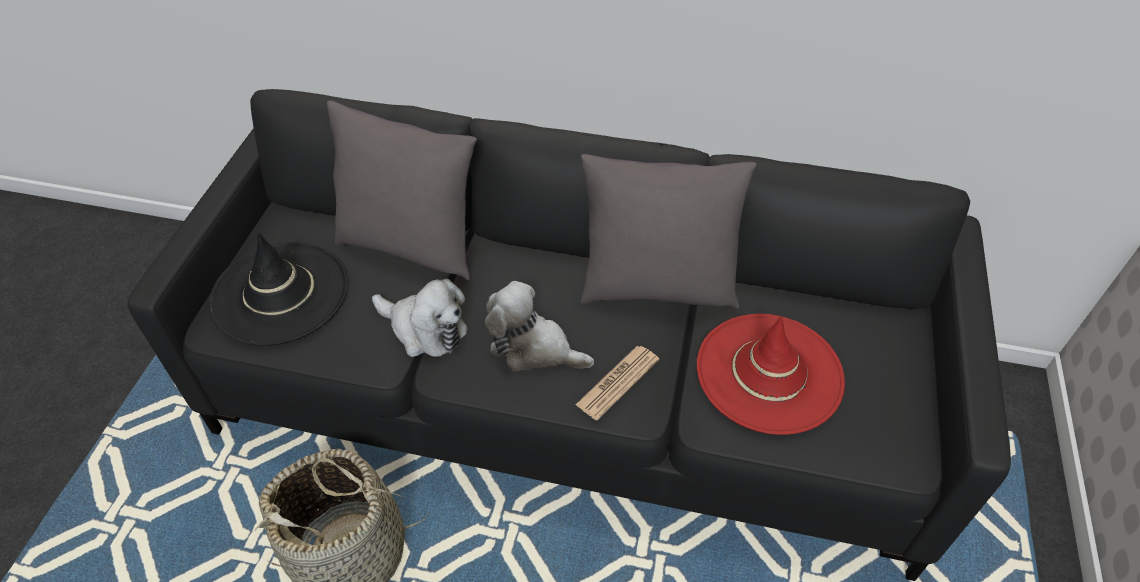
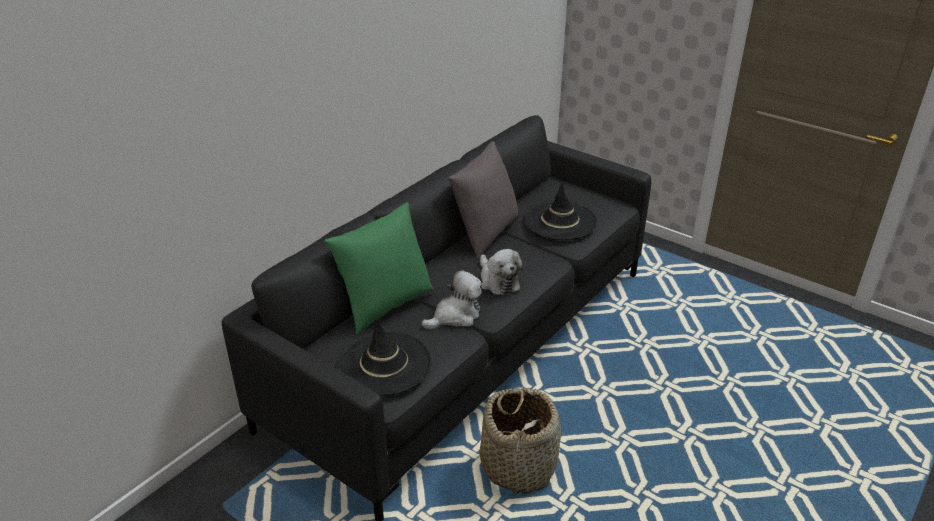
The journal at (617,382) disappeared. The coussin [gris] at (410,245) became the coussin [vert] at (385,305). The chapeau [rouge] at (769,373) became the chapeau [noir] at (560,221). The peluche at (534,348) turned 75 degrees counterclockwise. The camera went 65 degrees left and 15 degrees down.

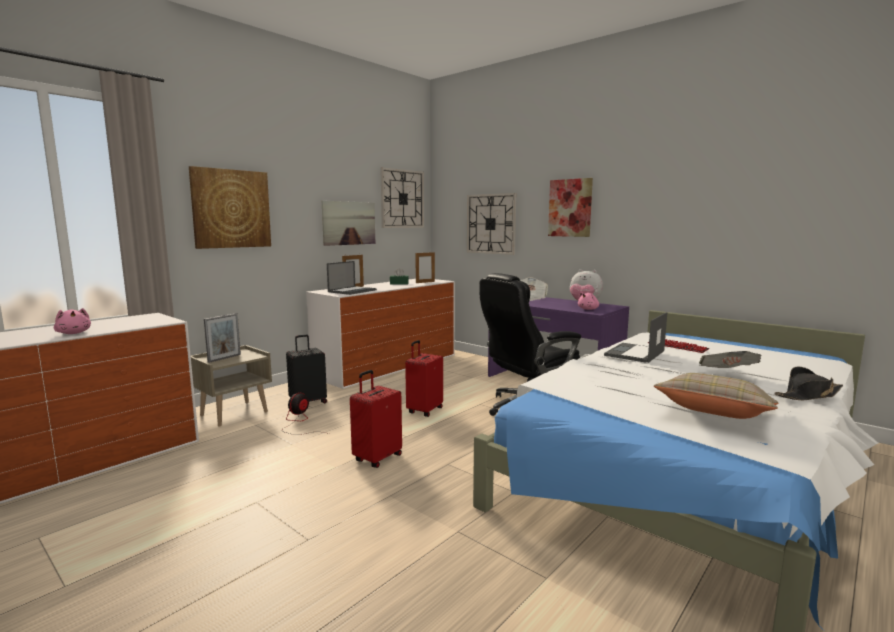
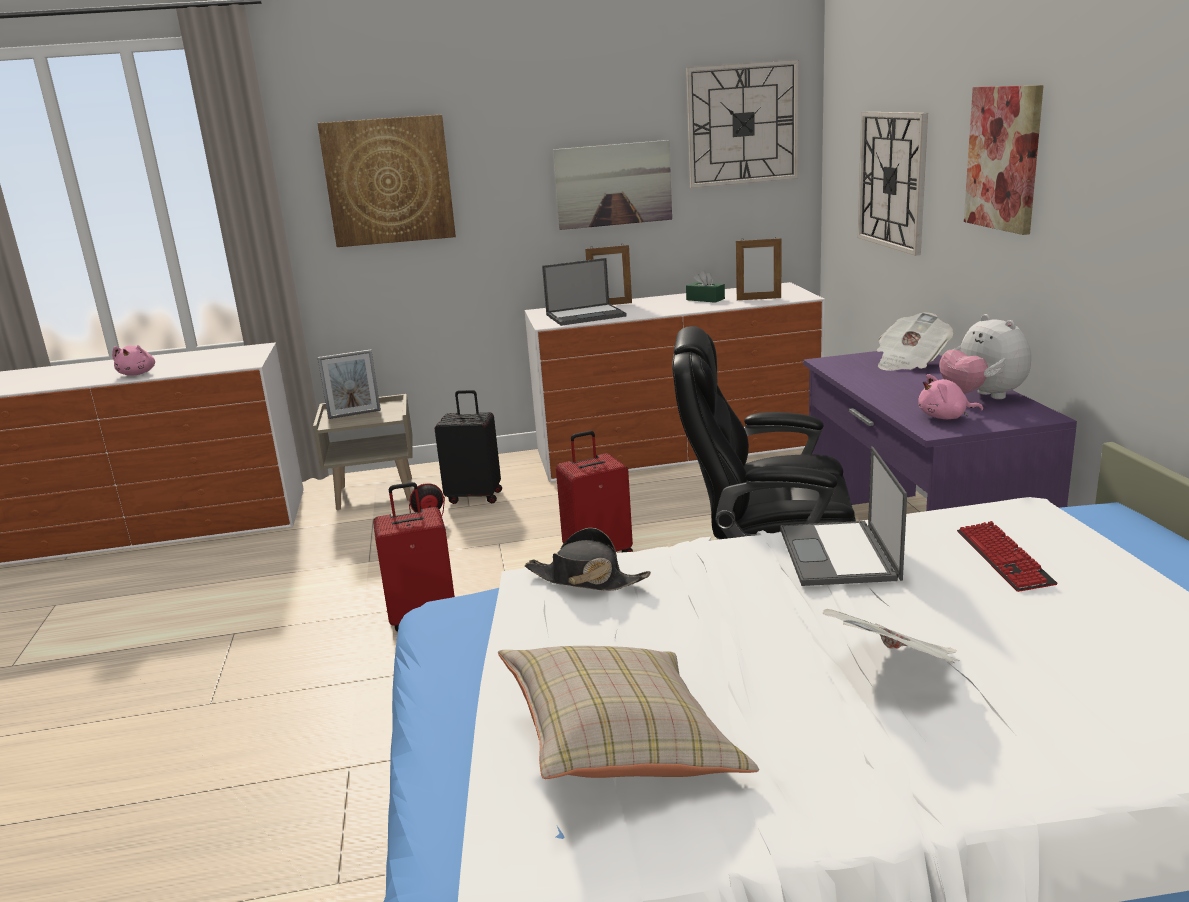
The chapeau [noir] moved from (808,395) to (586,579). The ordinateur portable at (634,353) turned 75 degrees counterclockwise. The camera went 40 degrees right and 10 degrees up.

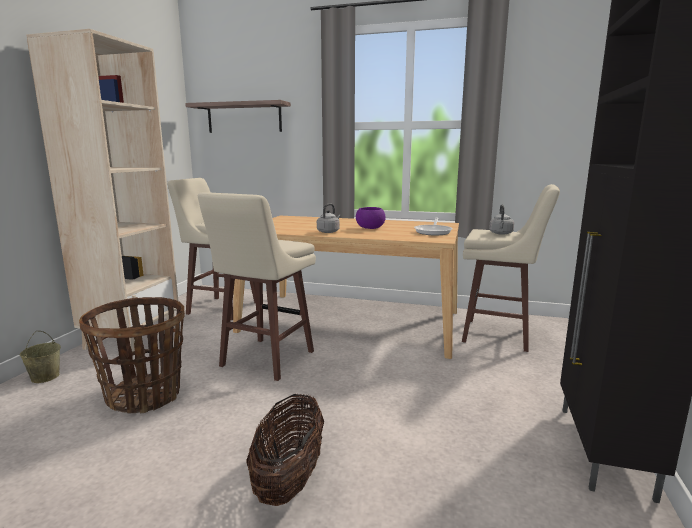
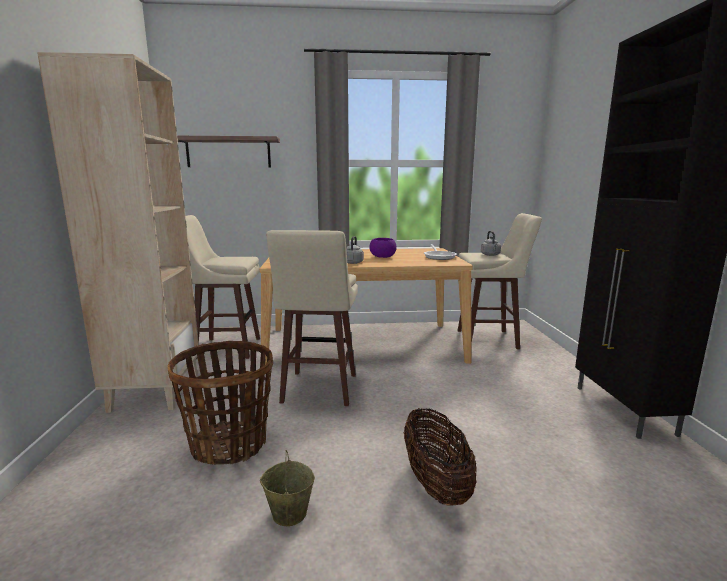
The seau [beige] moved from (45,377) to (288,513). The camera went 20 degrees left and 0 degrees up.

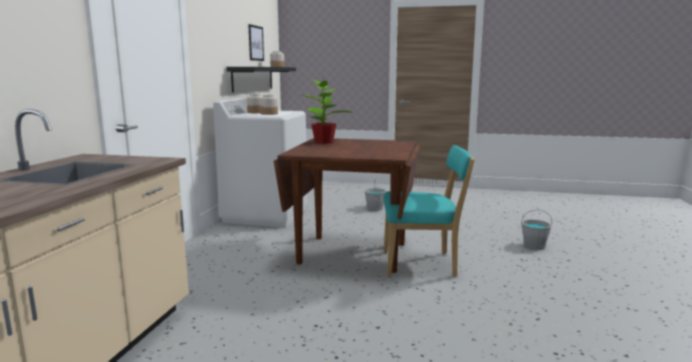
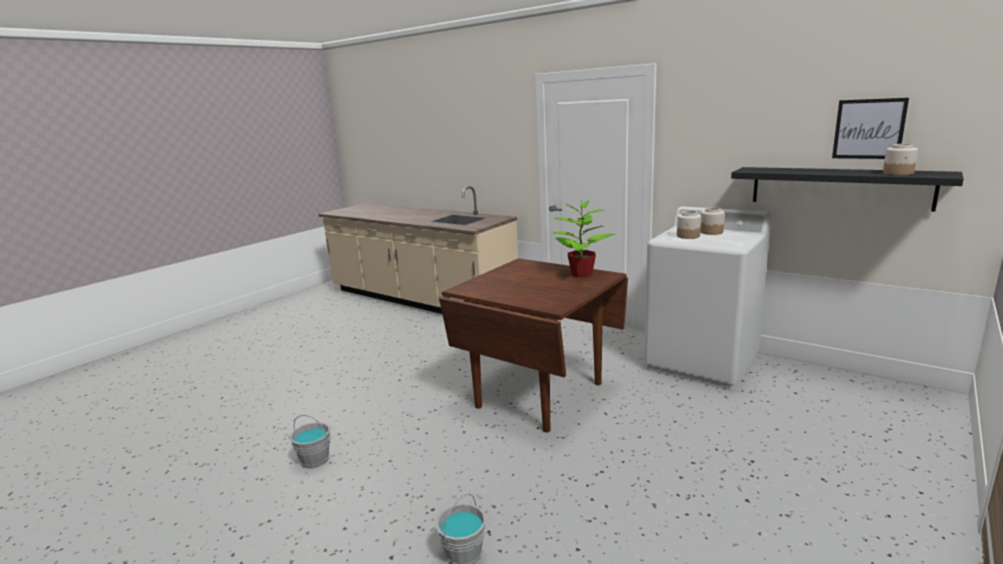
The chaise [turquoise] at (423,264) disappeared. The seau [gris] moved from (375,208) to (314,460). The camera went 115 degrees right and 5 degrees up.

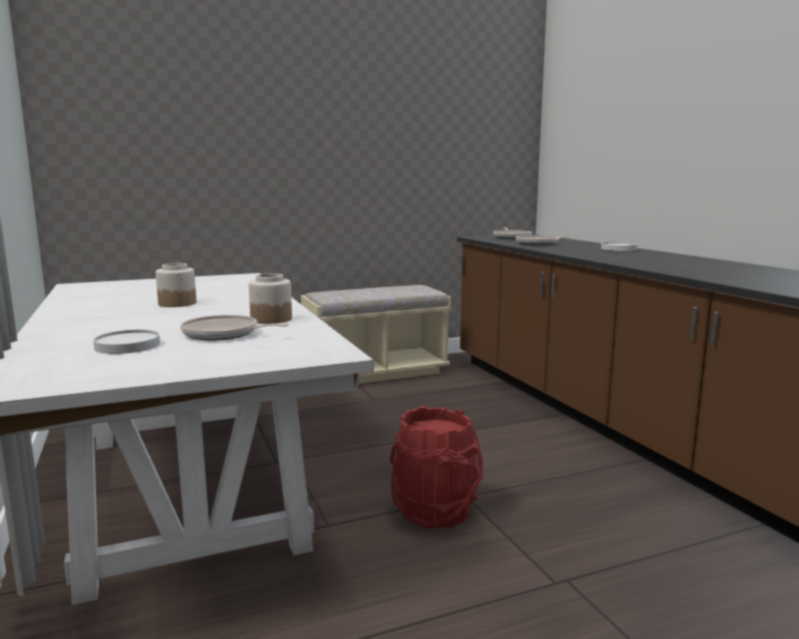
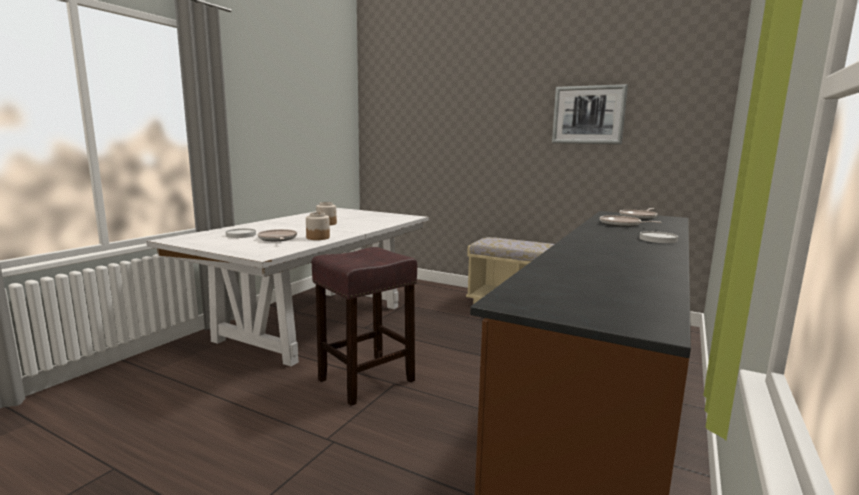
The tableau at (588,115) appeared. The seau [rouge] at (435,511) was replaced by the tabouret [marron] at (365,381). The camera went 50 degrees right and 0 degrees up.

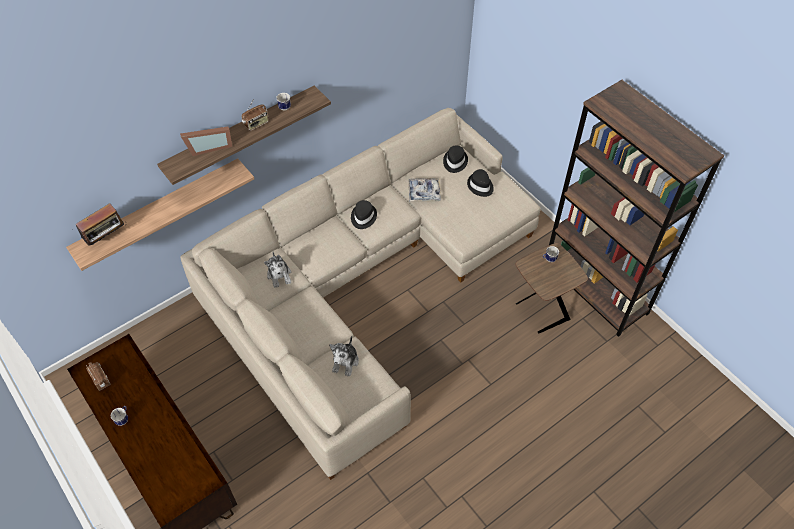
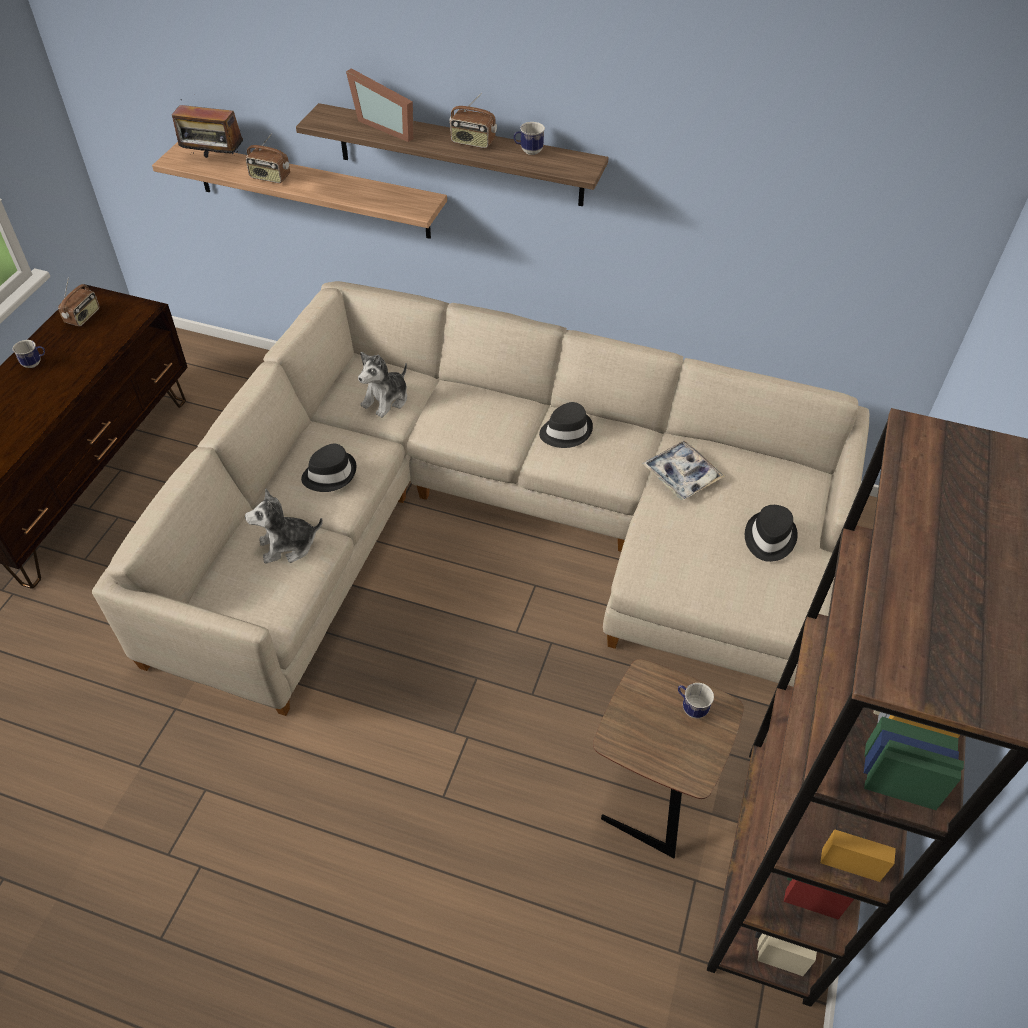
The radio at (270,177) appeared. The chapeau [noir] moved from (454,162) to (330,474). The camera went 55 degrees right and 5 degrees down.

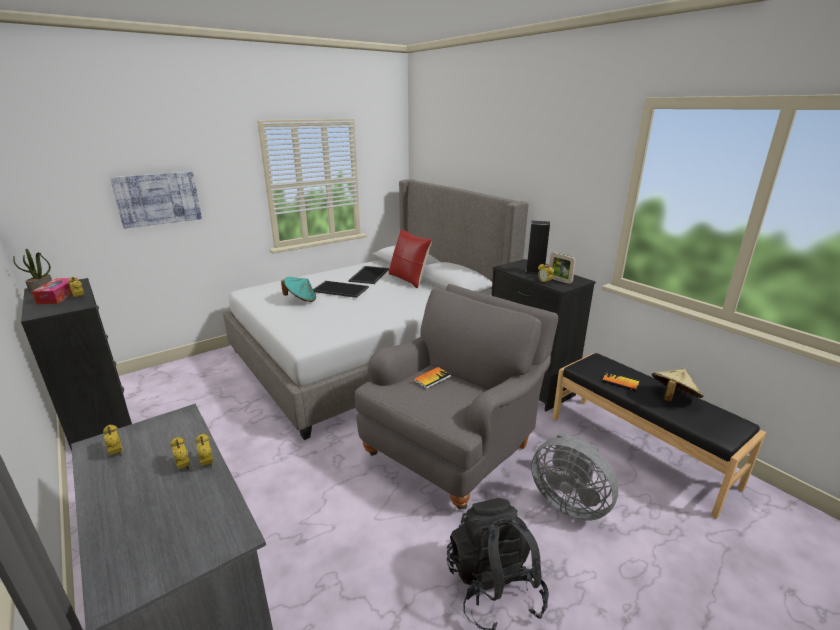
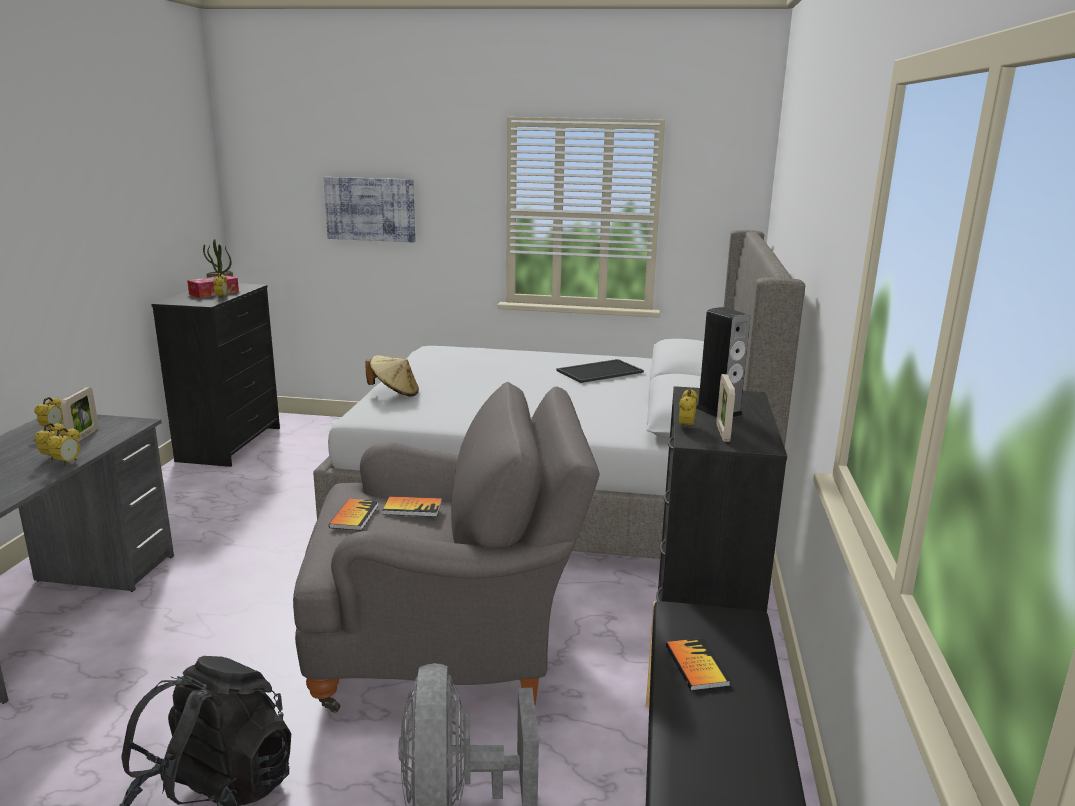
The chapeau [turquoise] at (301,300) disappeared. The plateau at (339,289) disappeared. The coussin [rouge] at (409,279) disappeared. The cadre photo at (84,436) appeared. The livre at (354,516) appeared. The chapeau [beige] moved from (672,398) to (394,393). The camera went 45 degrees right and 5 degrees down.

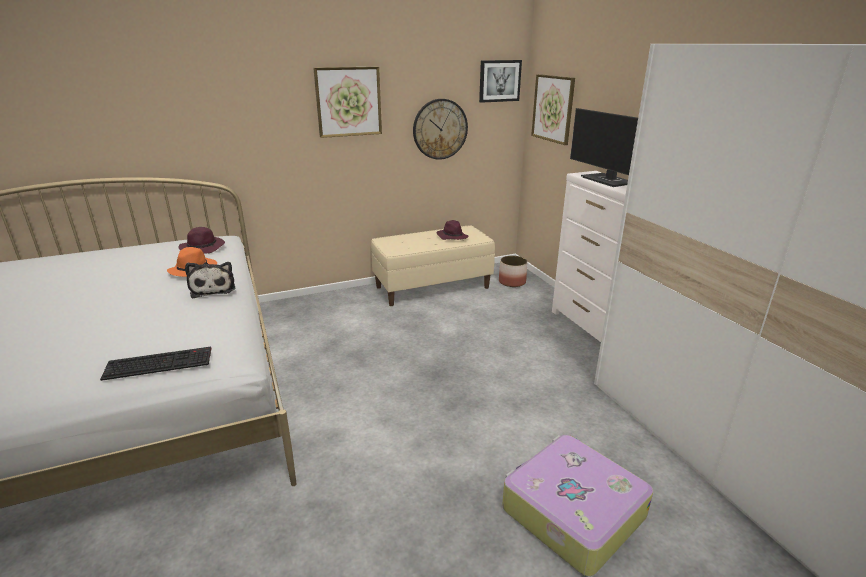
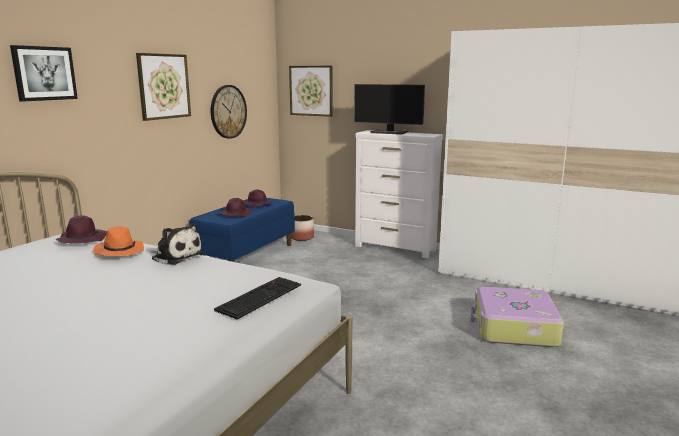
The chapeau [violet] at (236,214) appeared. The tableau moved from (499,81) to (44,73). The banc [beige] at (432,287) became the banc [bleu] at (246,255). The camera went 40 degrees left and 10 degrees down.

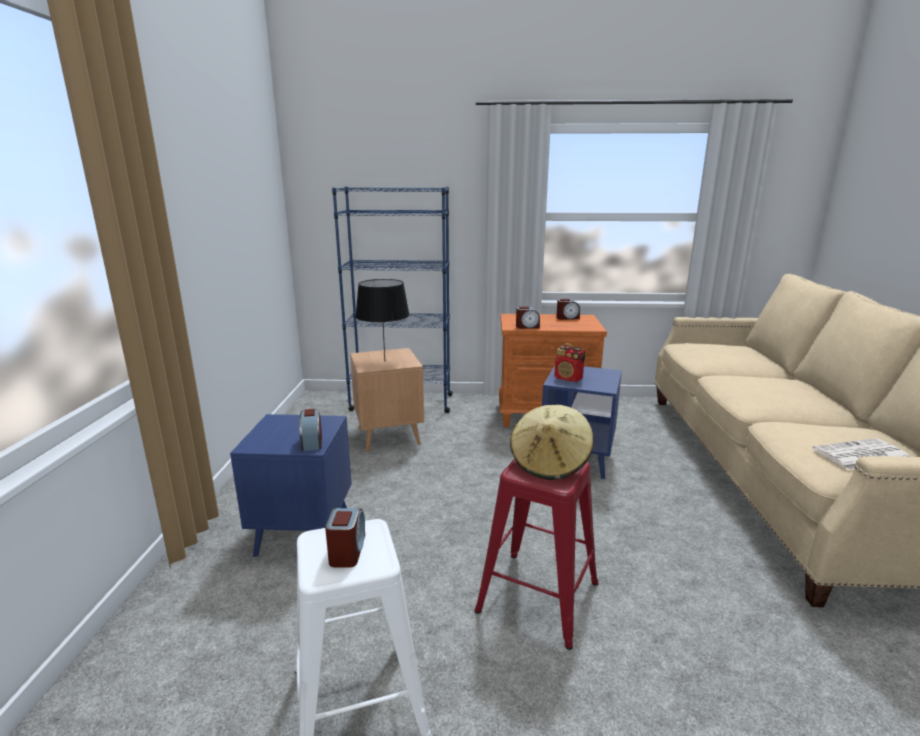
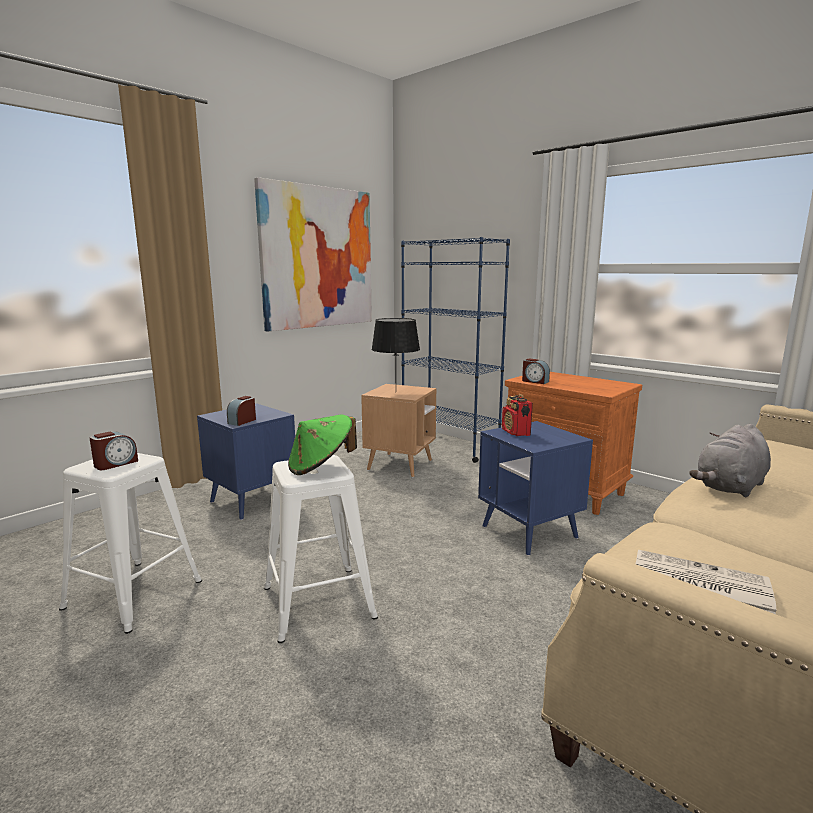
The réveil at (567,318) disappeared. The tableau at (318,258) appeared. The peluche [gris] at (730,487) appeared. The tabouret [rouge] at (540,596) became the tabouret [blanc] at (320,602). The chapeau [beige] at (550,463) became the chapeau [vert] at (321,467). The camera went 40 degrees right and 5 degrees down.

